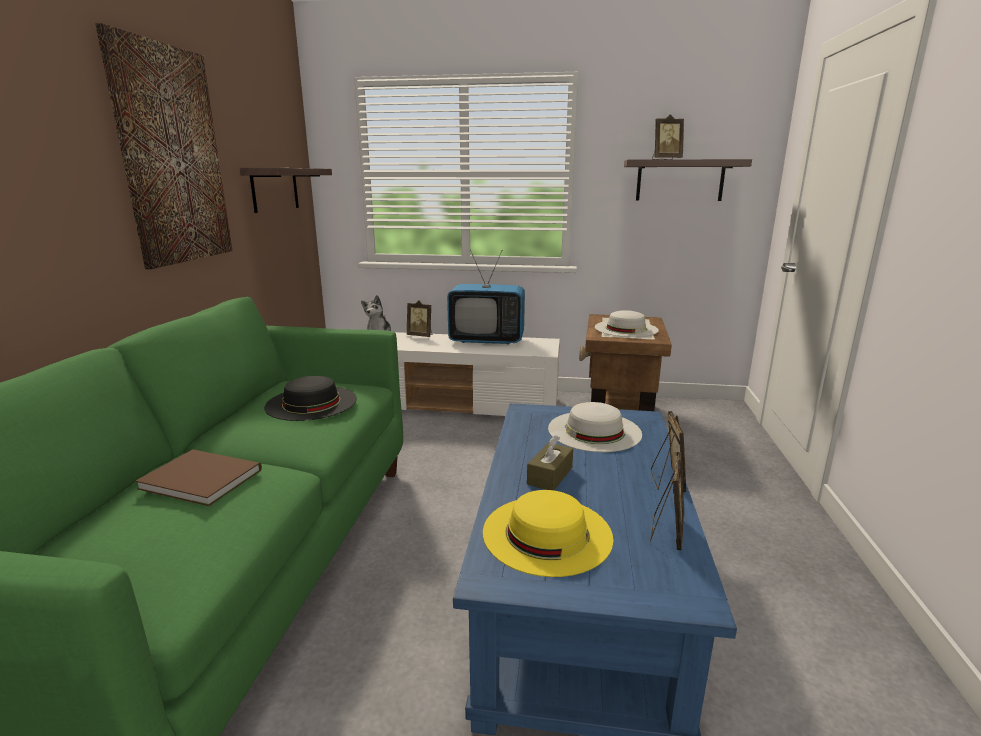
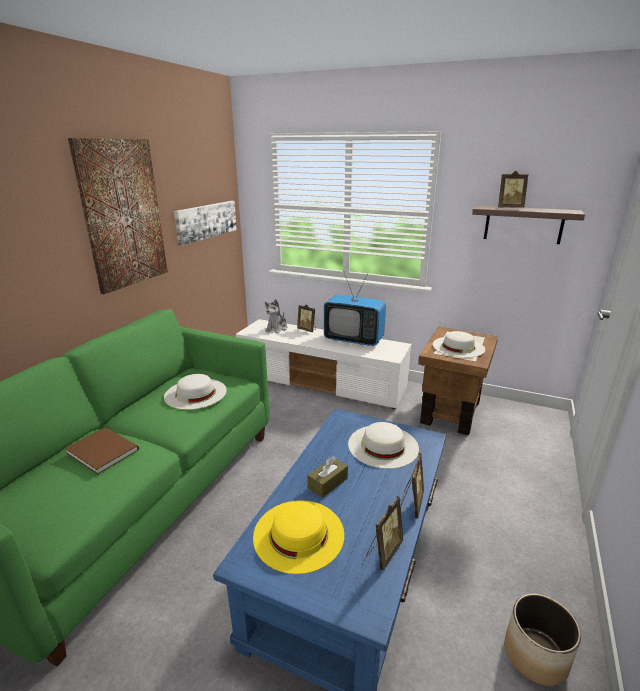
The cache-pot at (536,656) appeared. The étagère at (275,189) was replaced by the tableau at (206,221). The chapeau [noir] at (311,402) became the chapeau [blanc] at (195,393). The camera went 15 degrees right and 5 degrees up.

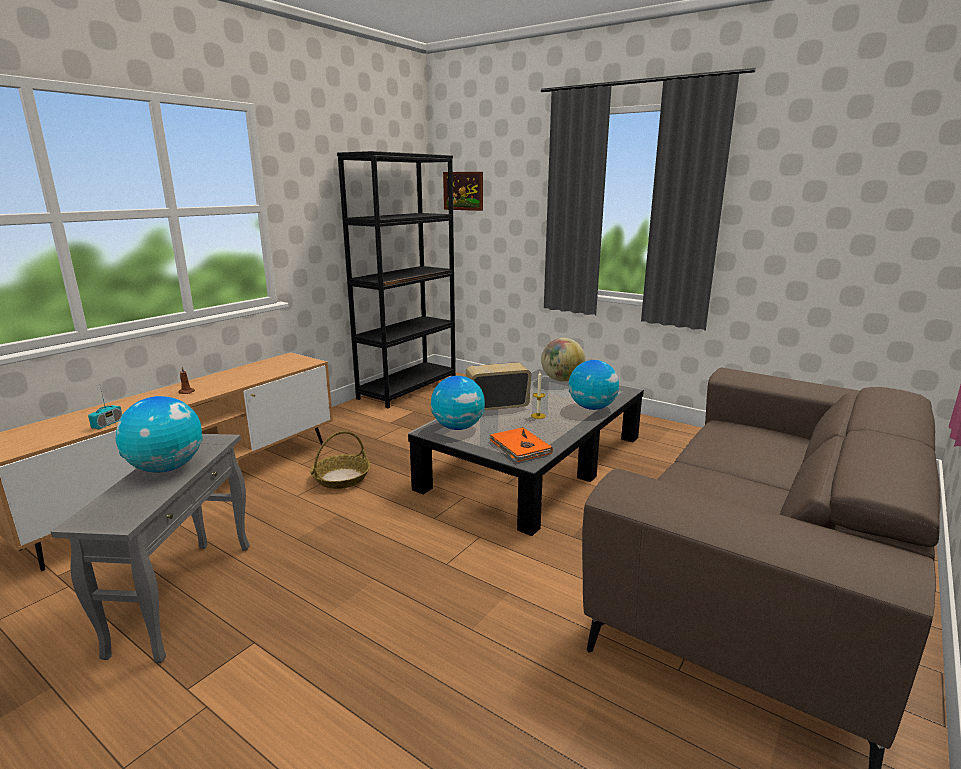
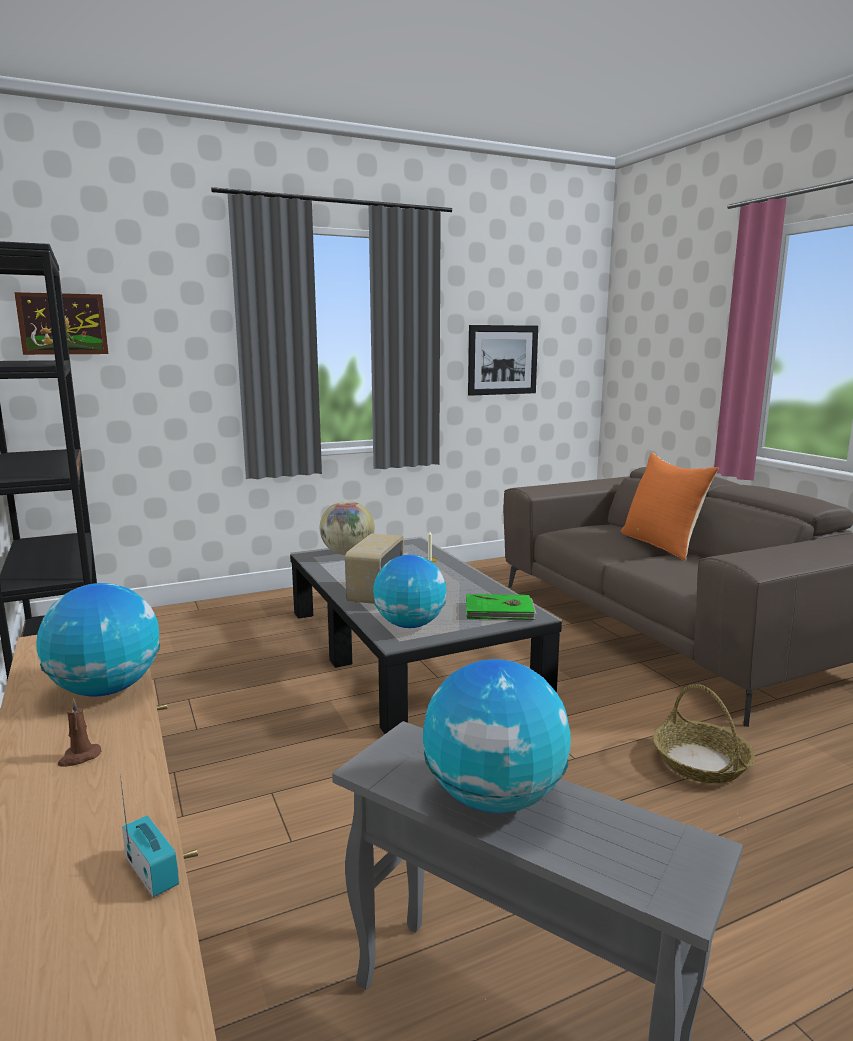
The tableau at (502,360) appeared. The coussin [orange] at (662,545) appeared. The panier moved from (341,478) to (701,762). The globe moved from (592,408) to (105,689). The livre [orange] at (519,447) became the livre [vert] at (499,611). The camera went 60 degrees left and 5 degrees down.

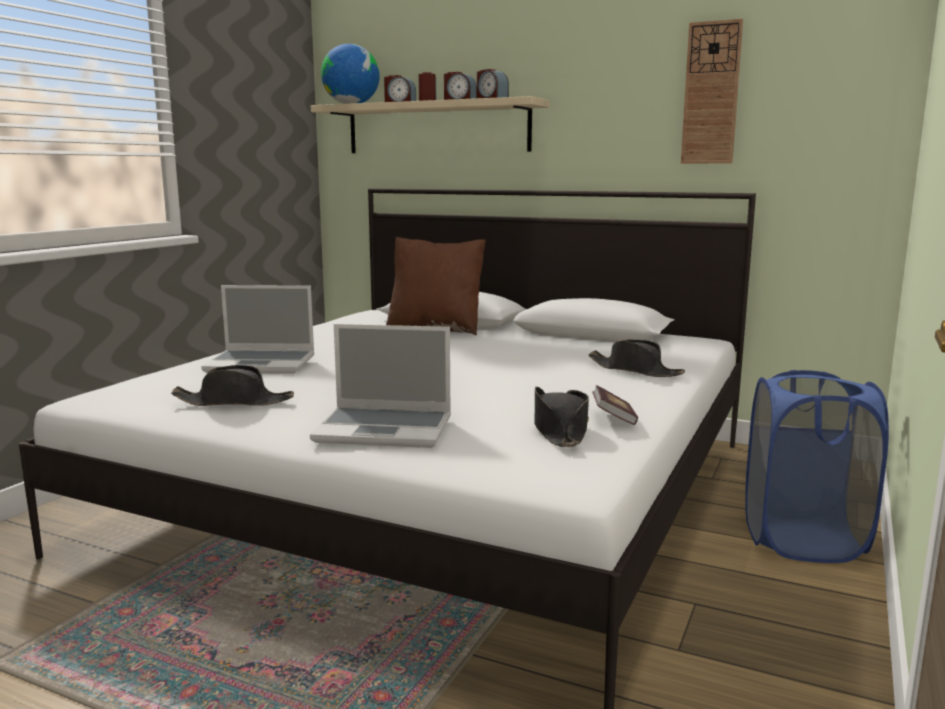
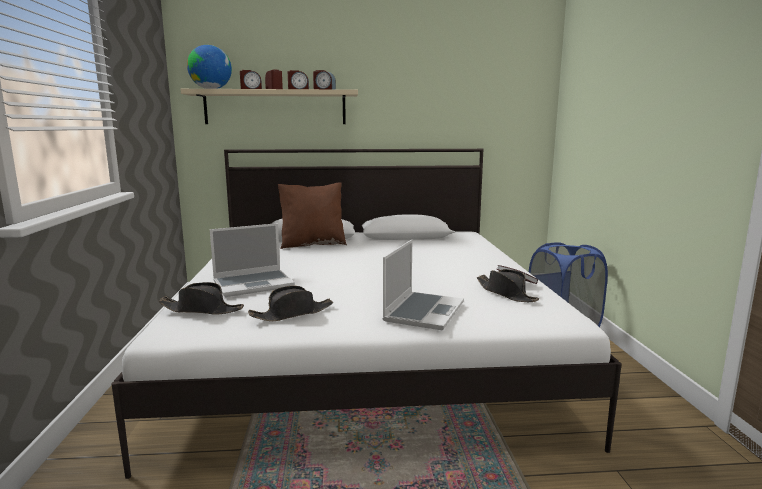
The horloge murale at (711,93) disappeared. The chapeau [noir] moved from (635,370) to (202,309). The ordinateur portable at (386,429) turned 45 degrees counterclockwise. The camera went 30 degrees left and 0 degrees up.

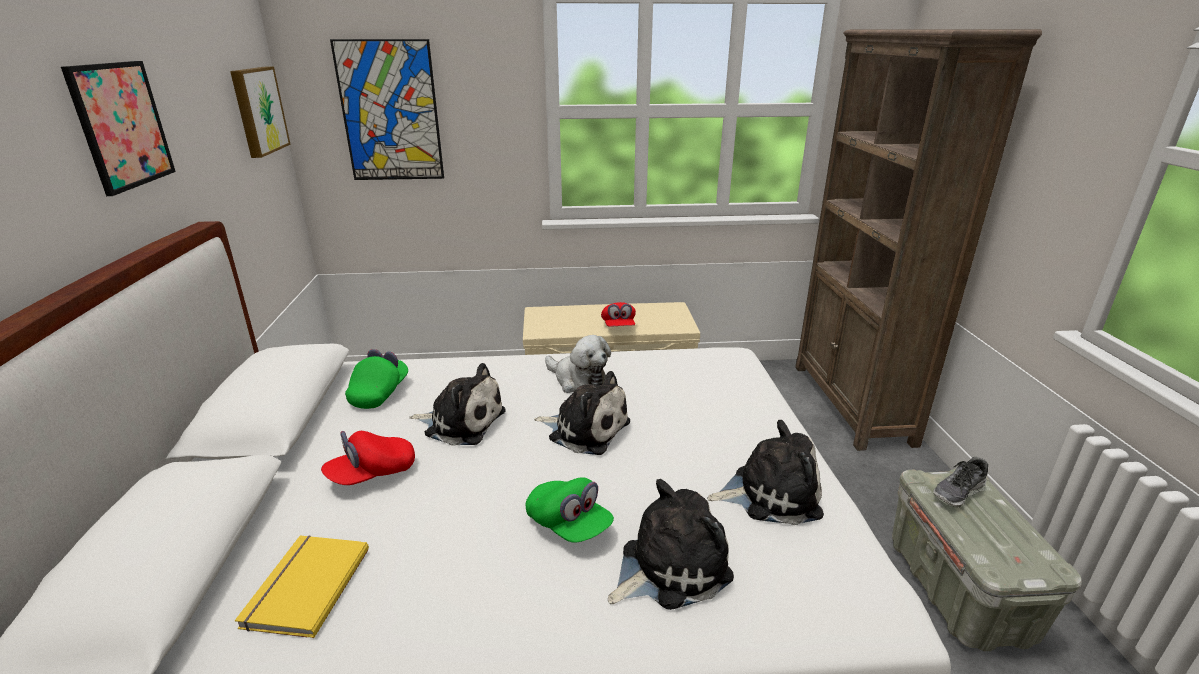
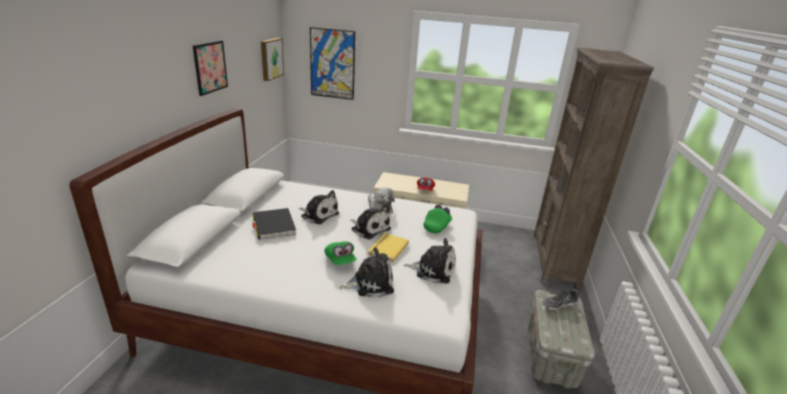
The livre [jaune] moved from (304,587) to (387,248). The casquette [vert] moved from (379,393) to (437,226). The casquette [rouge] at (372,474) was replaced by the livre [noir] at (274,226). The camera went 15 degrees right and 0 degrees up.

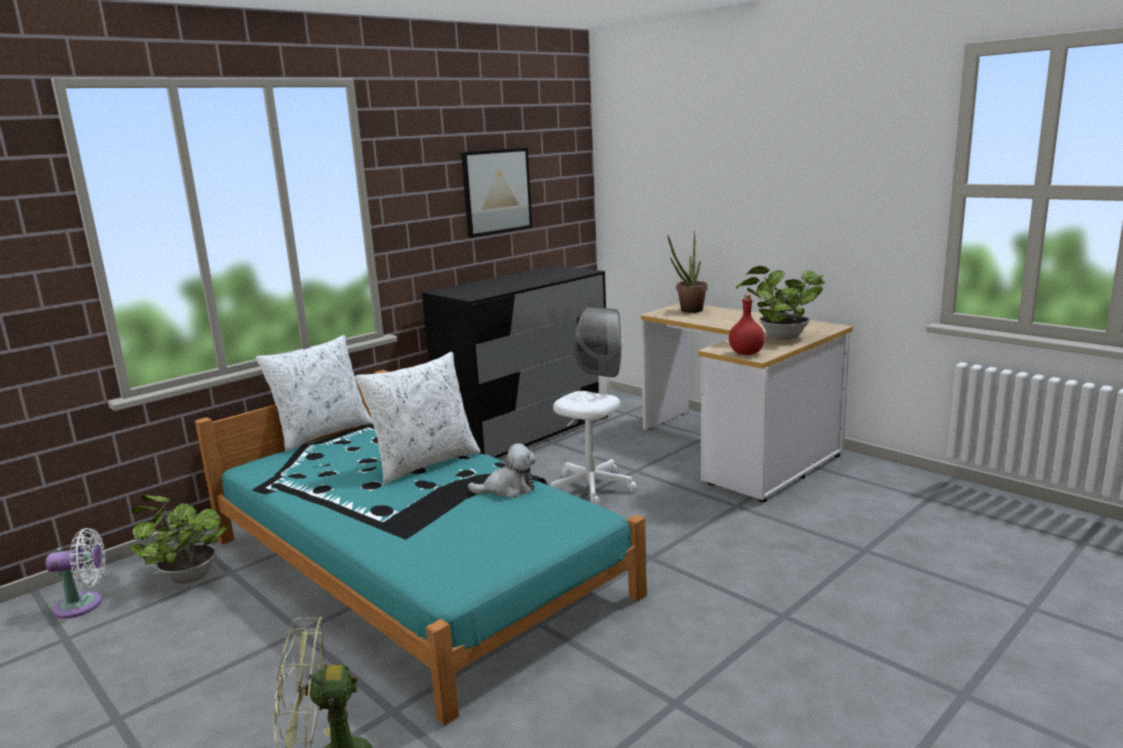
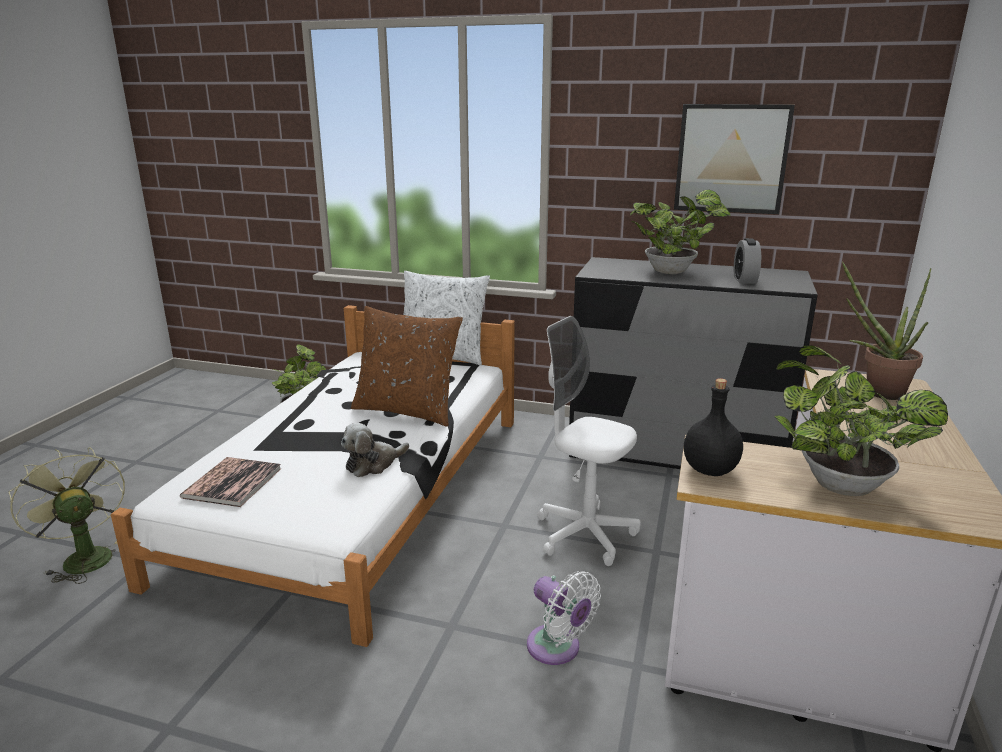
The livre at (232,483) appeared. The plante en pot at (673,271) appeared. The réveil at (744,280) appeared. The ventilateur [blanc] moved from (84,605) to (557,649). The lit [turquoise] at (413,566) became the lit [blanc] at (360,491). The coussin [blanc] at (425,463) became the coussin [marron] at (407,410). The bouteille [rouge] at (746,353) became the bouteille [noir] at (709,470). The peluche at (508,489) turned 90 degrees clockwise. The chaise de bureau [blanc] at (592,487) turned 150 degrees counterclockwise. The camera went 60 degrees right and 5 degrees up.

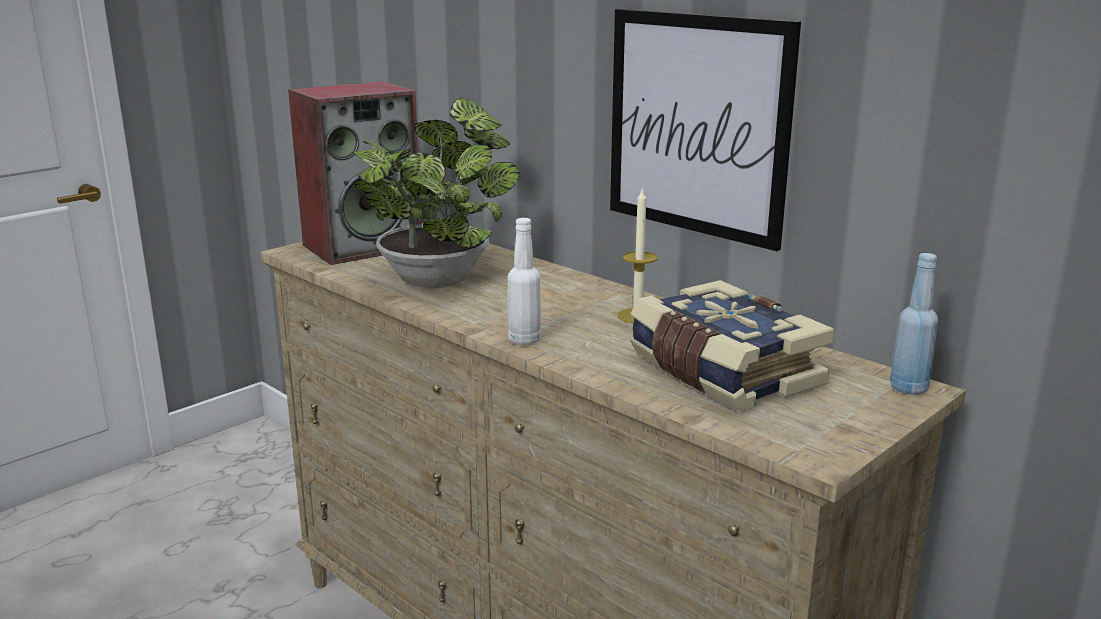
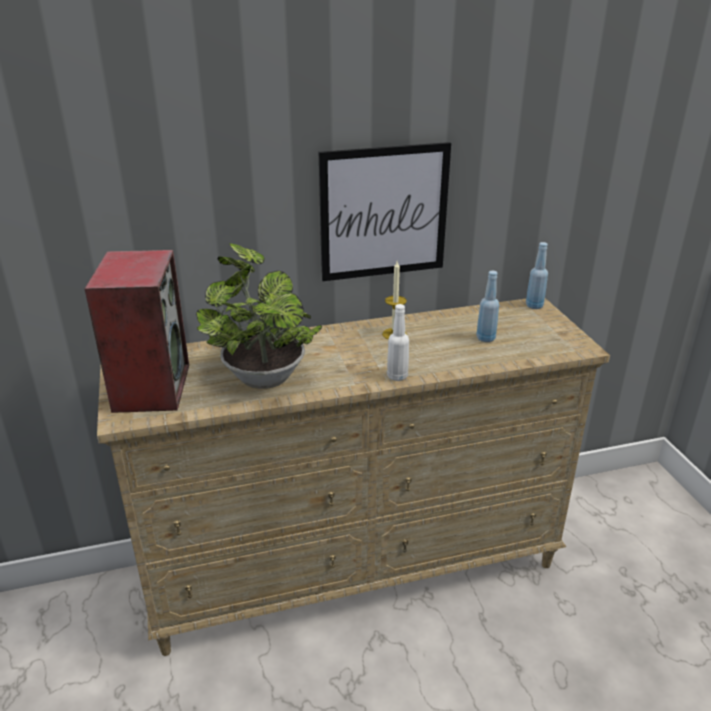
The livre at (721,372) was replaced by the bouteille [bleu] at (485,338). The camera went 60 degrees left and 10 degrees up.

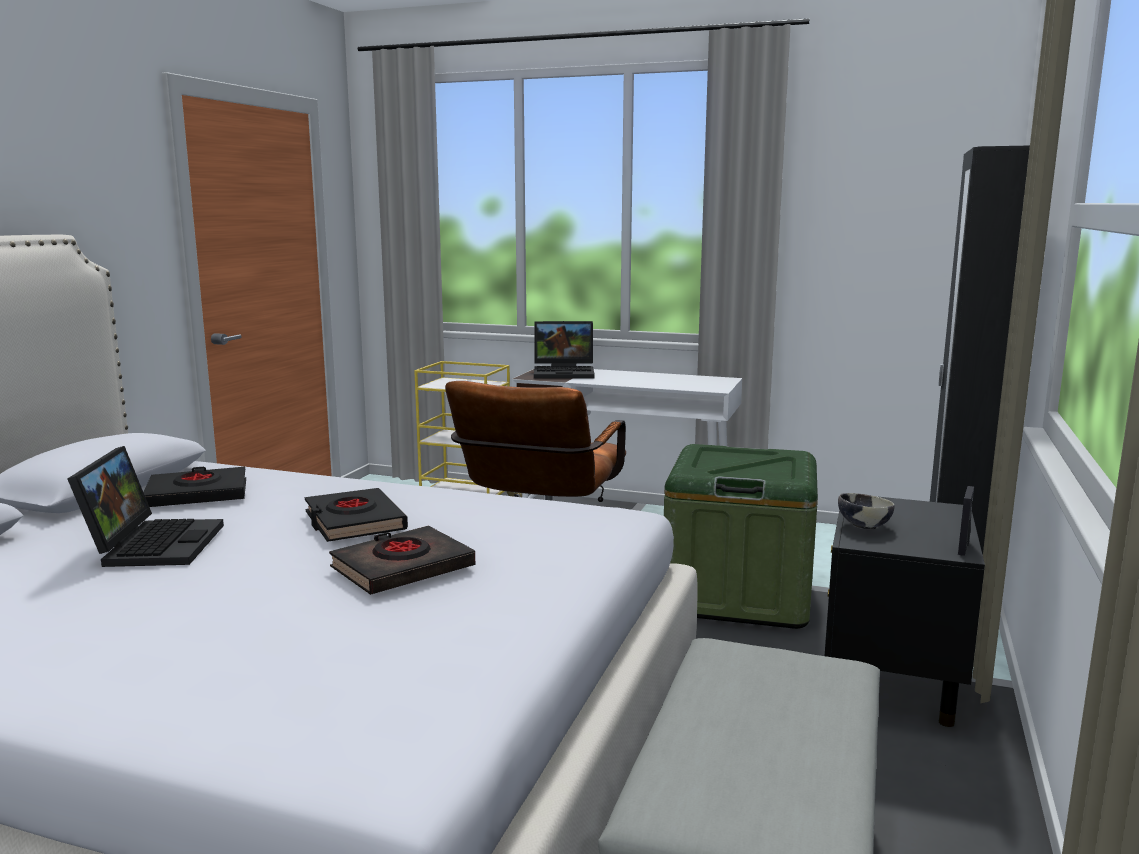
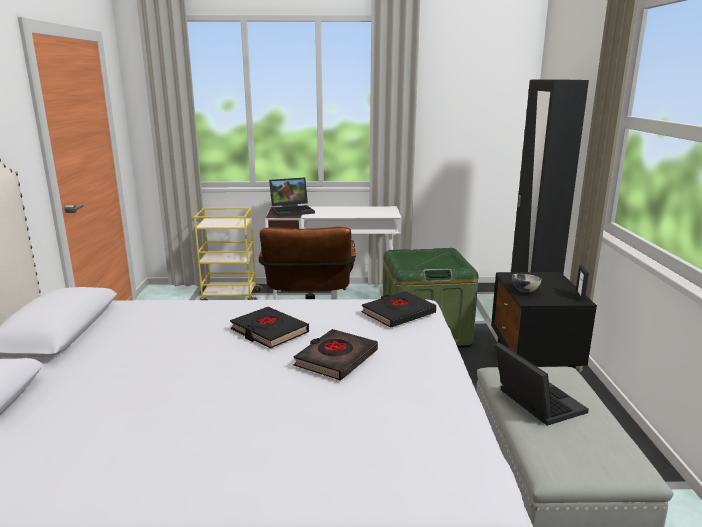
The ordinateur portable moved from (153,544) to (534,401). The livre [noir] moved from (198,495) to (398,313). The camera went 20 degrees left and 5 degrees up.

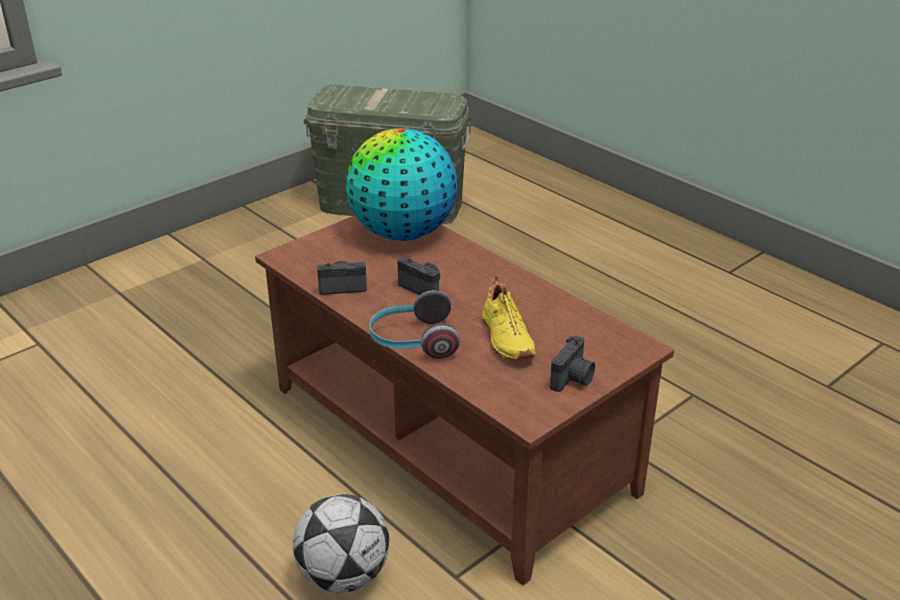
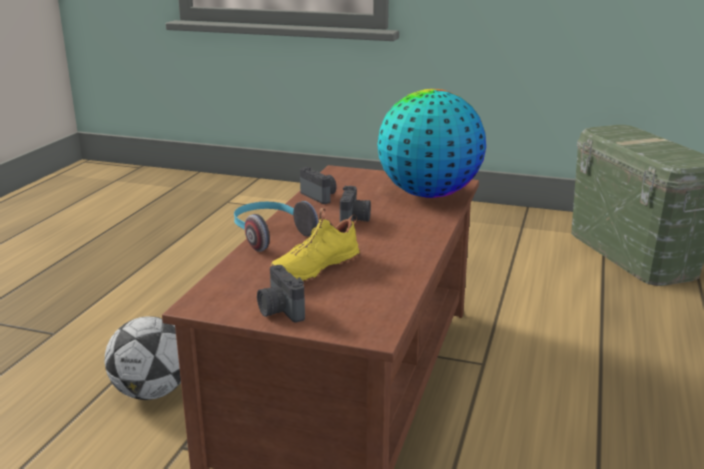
The appareil photo at (573,379) turned 60 degrees clockwise. The camera went 60 degrees right and 10 degrees down.

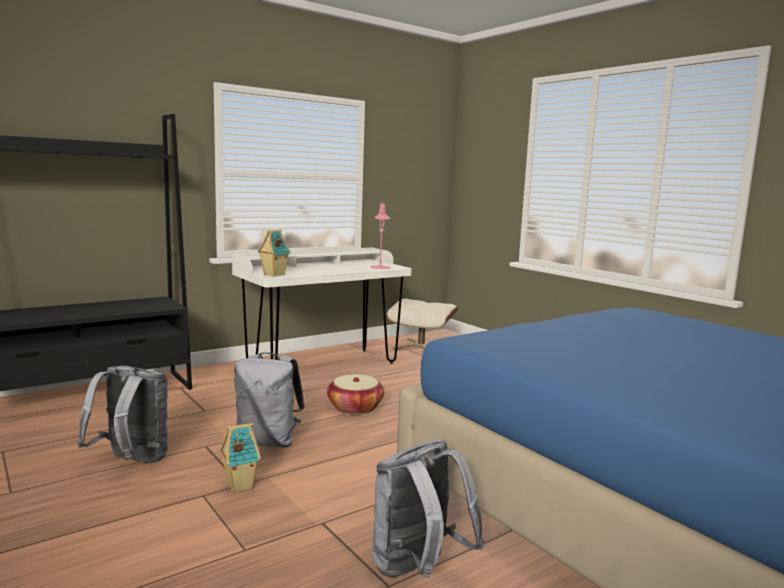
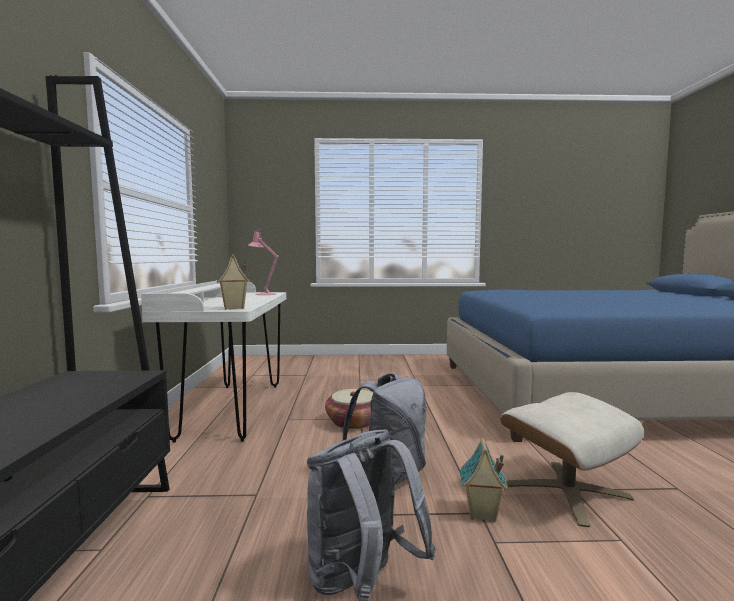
The sac à dos [gris] at (418,570) disappeared. The pouf [beige] moved from (421,347) to (567,490). The camera went 55 degrees left and 5 degrees down.

